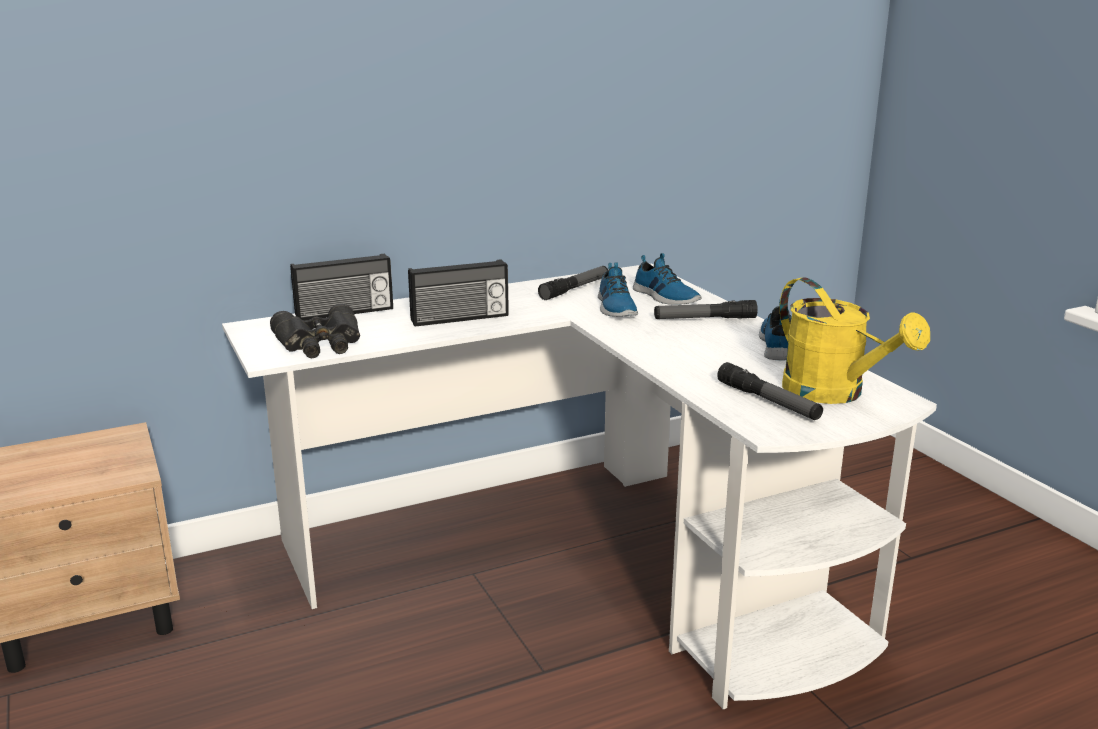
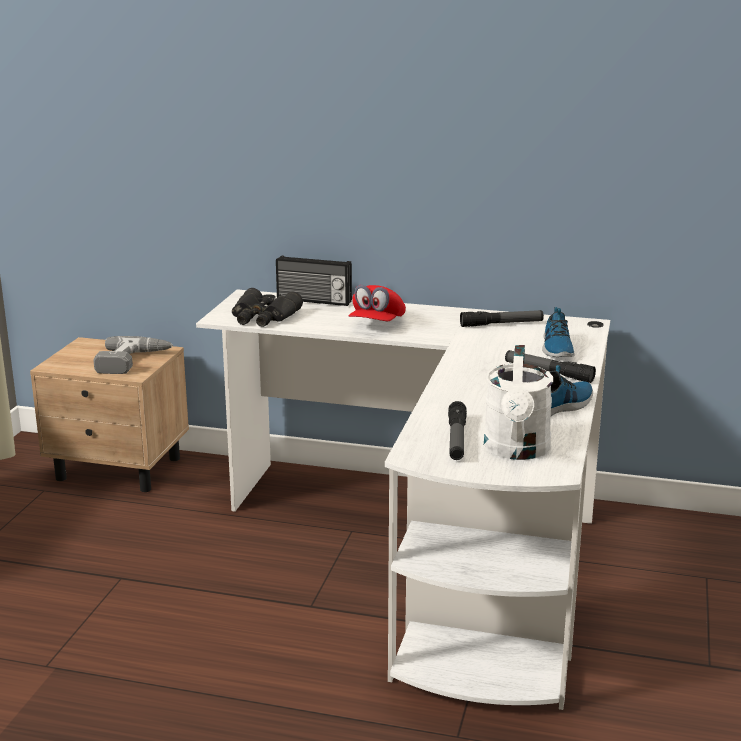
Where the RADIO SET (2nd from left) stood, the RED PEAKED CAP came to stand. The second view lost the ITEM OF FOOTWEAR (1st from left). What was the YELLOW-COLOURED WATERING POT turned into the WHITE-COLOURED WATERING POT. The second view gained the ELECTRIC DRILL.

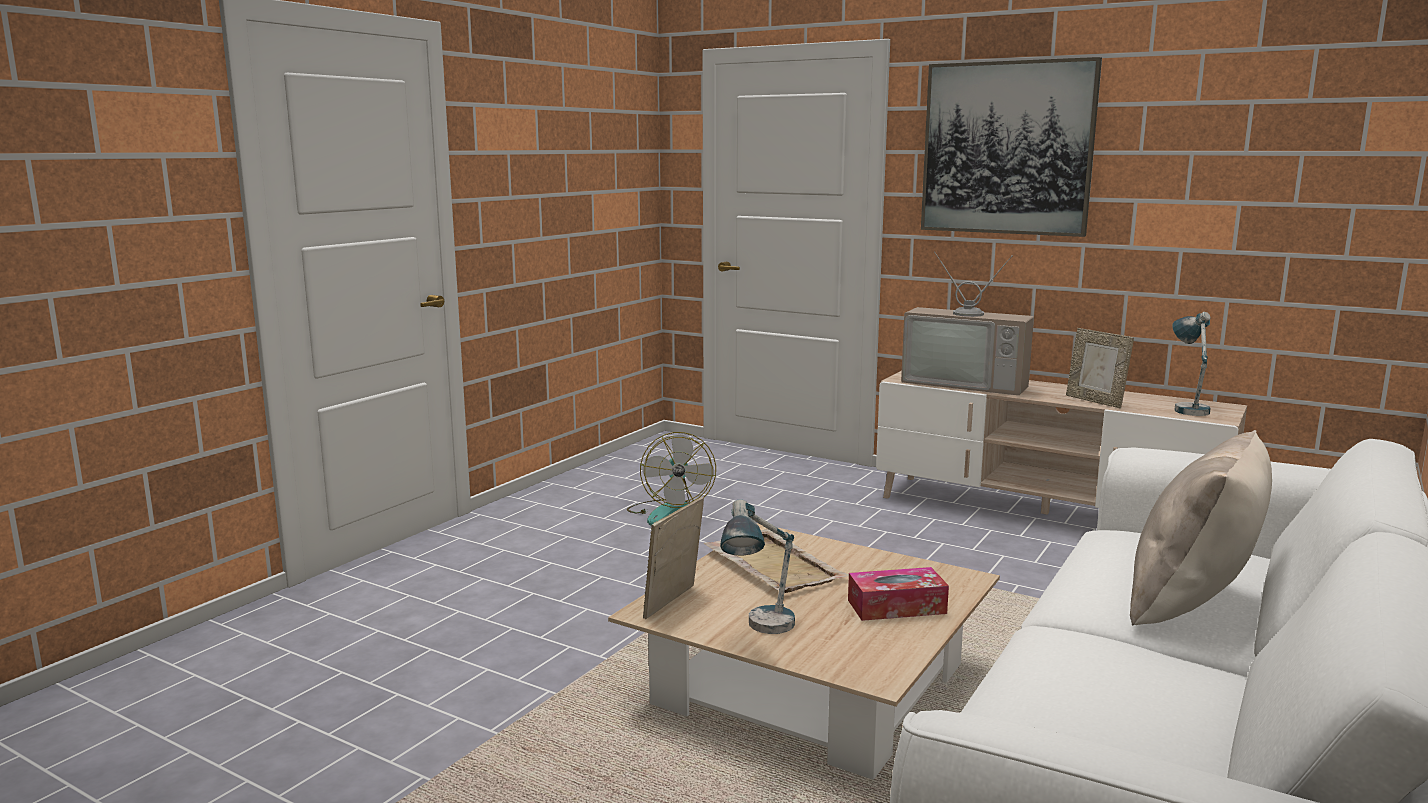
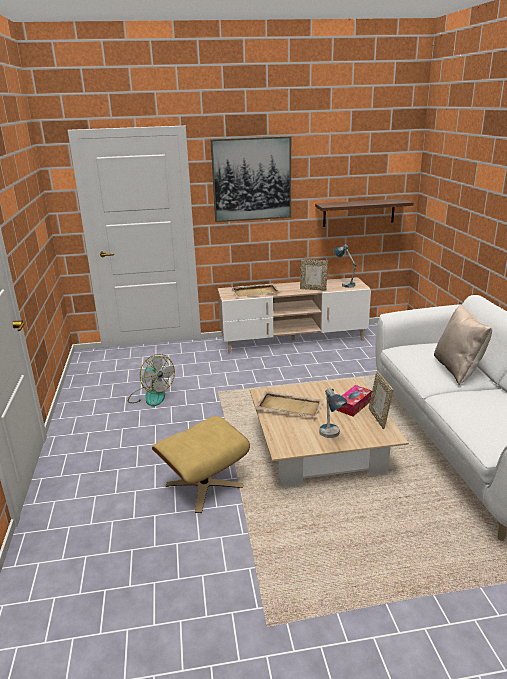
The STANDING FRAME (1st from left in the first image) ended up elsewhere. Where the TELEVISION stood, the BEIGE-COLOURED SERVING TRAY (1st from left) came to stand. The second view gained the BEIGE-COLOURED FOOTREST. The second view gained the WALL SHELF.

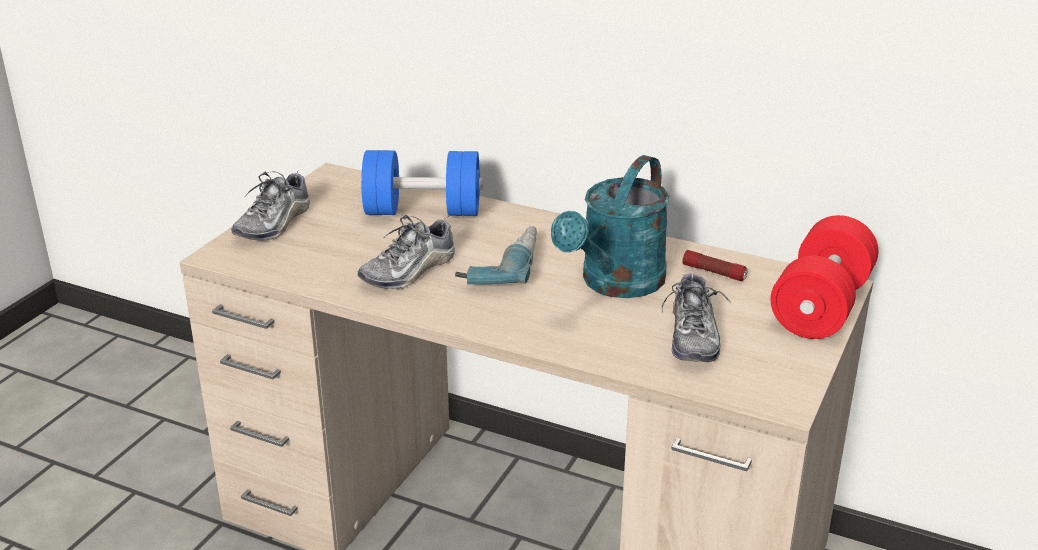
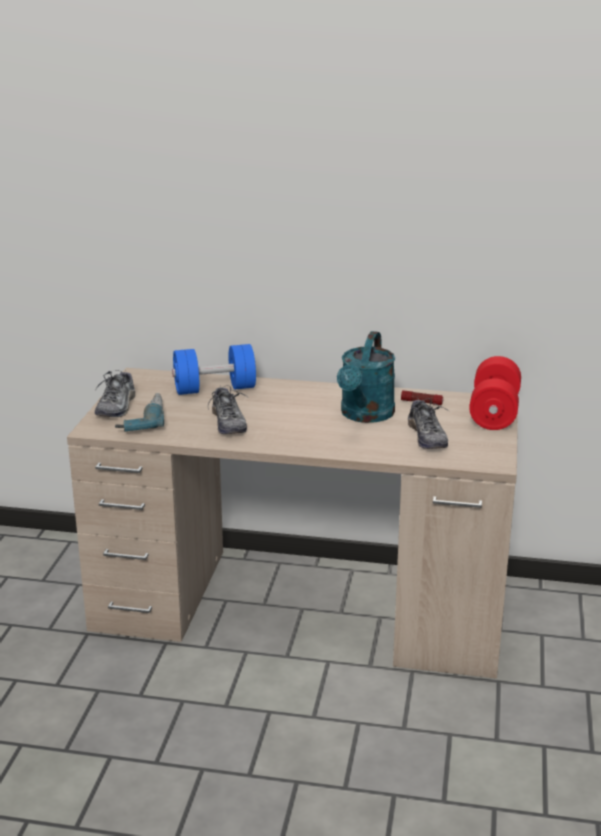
The ITEM OF FOOTWEAR (2nd from left) ended up facing another way, 45 degrees counterclockwise from before. The ELECTRIC DRILL ended up elsewhere.

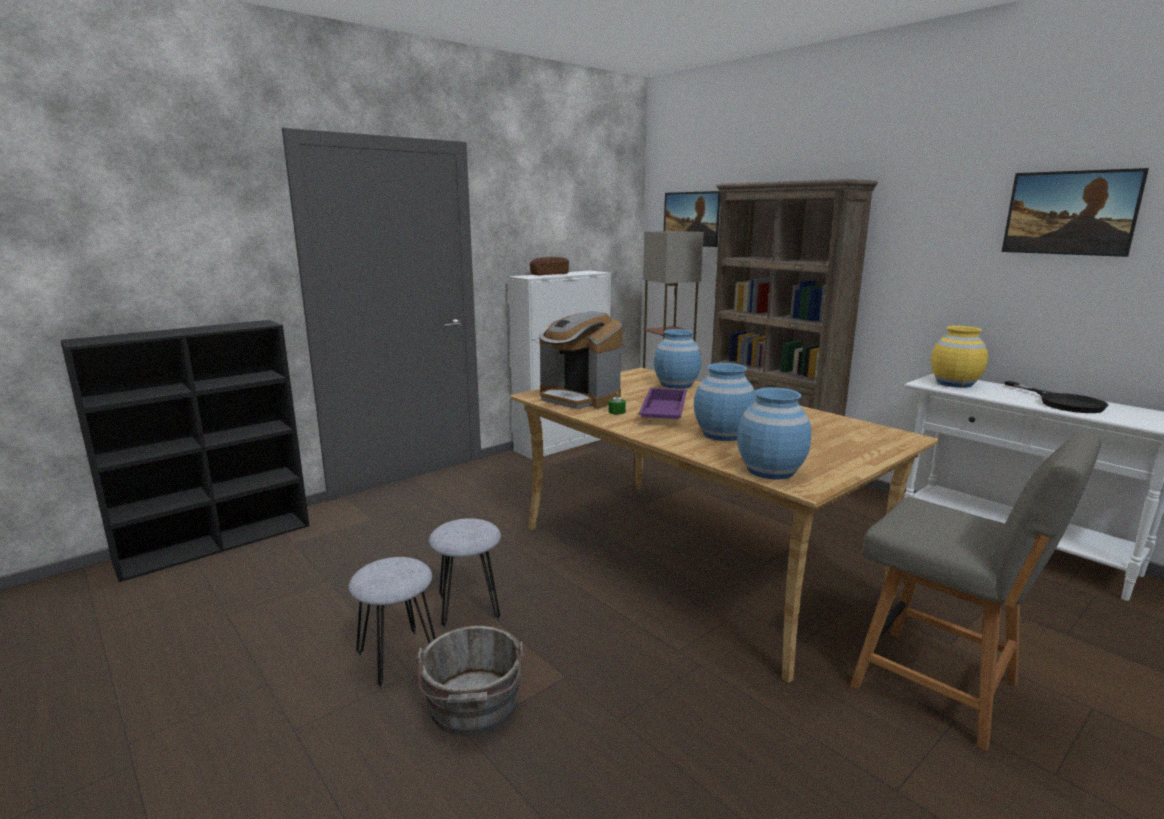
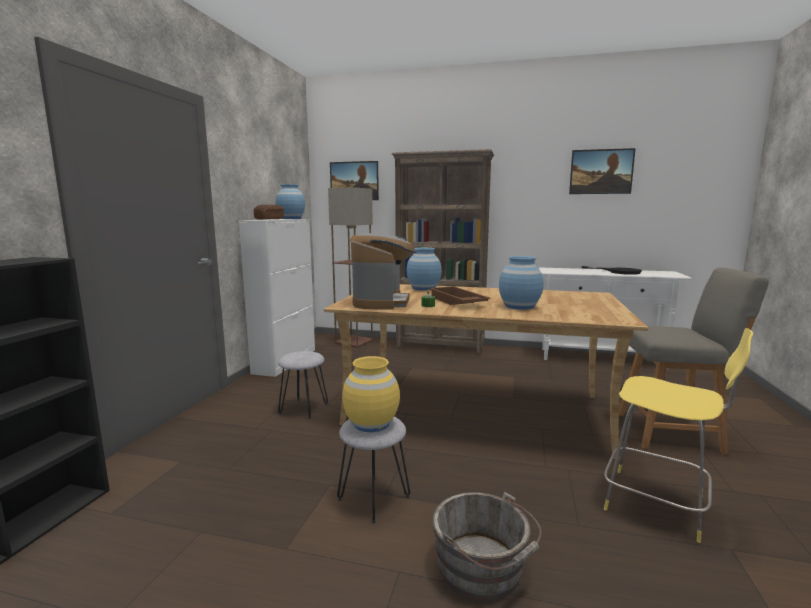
The GREYISH STOOL (1st from left) ended up elsewhere. The COFFEE MAKER ended up facing another way, 90 degrees counterclockwise from before. What was the PURPLE-COLOURED SERVING TRAY turned into the BROWN-COLOURED SERVING TRAY. The BLUE-COLOURED DECORATIVE VASE (3rd from left in the first image) ended up elsewhere. The YELLOW-COLOURED DECORATIVE VASE ended up elsewhere. The second view gained the YELLOW-COLOURED STOOL.

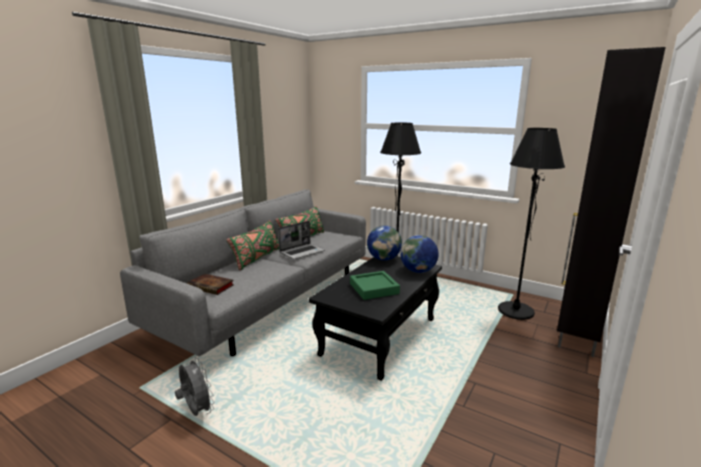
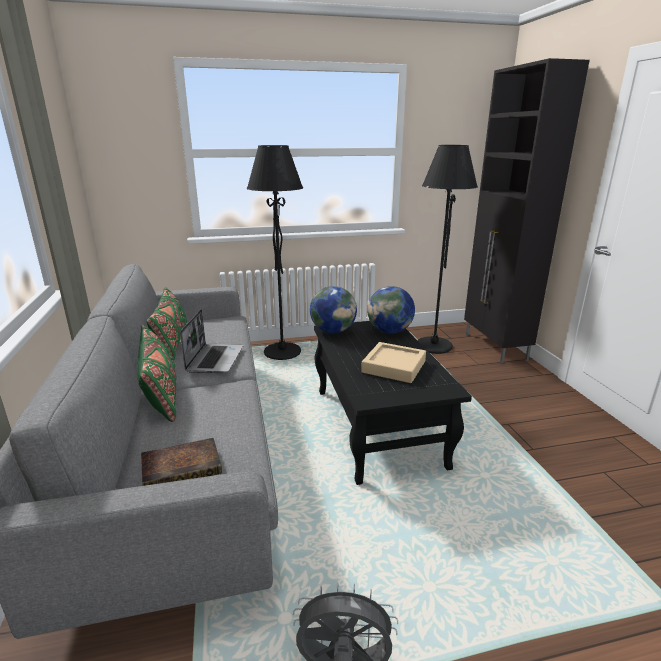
What was the GREENISH SERVING TRAY turned into the BEIGE-COLOURED SERVING TRAY.

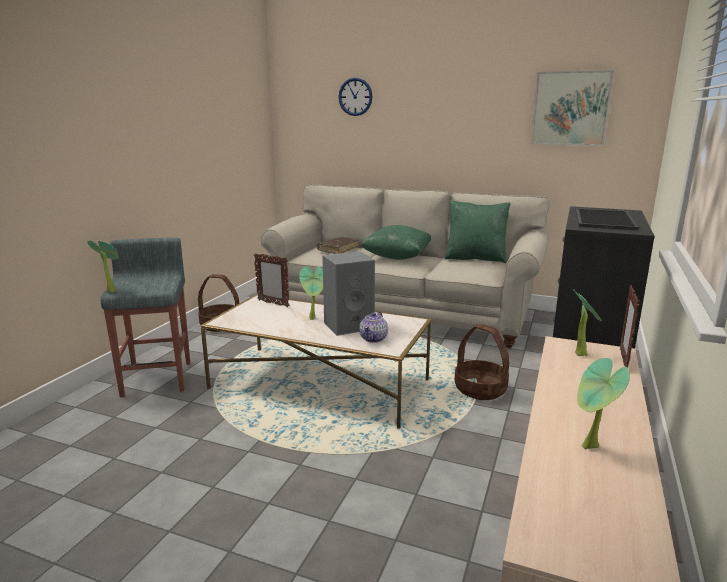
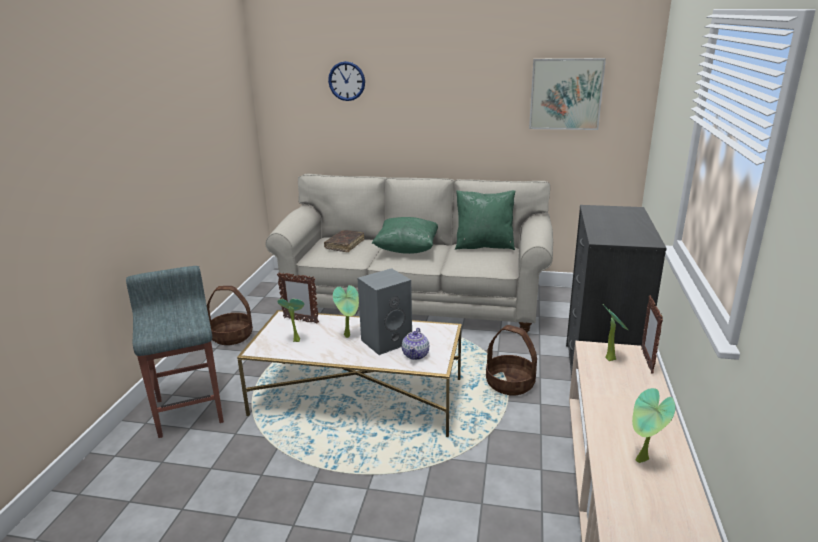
The POTTED PLANT (1st from left) ended up elsewhere. The second view lost the SERVING TRAY.

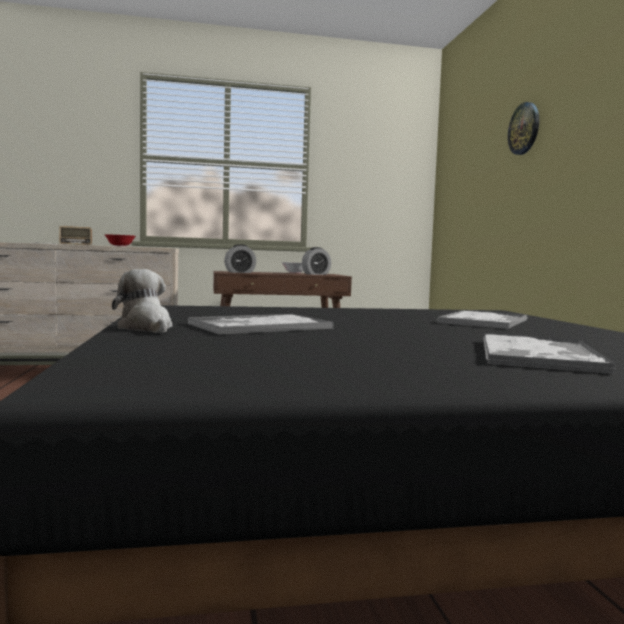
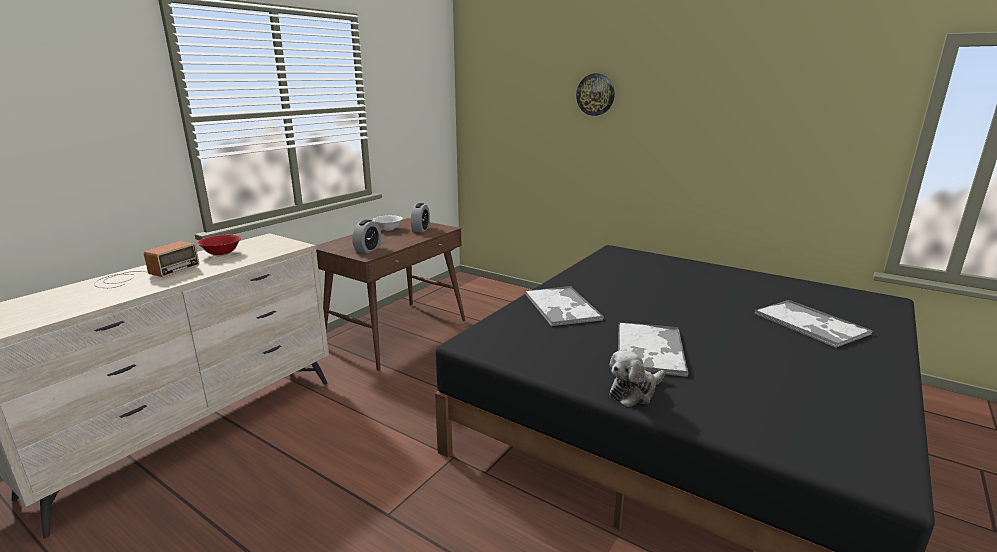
The PLUSH TOY ended up facing another way, 45 degrees counterclockwise from before. The SERVING TRAY (2nd from left in the first image) ended up elsewhere.

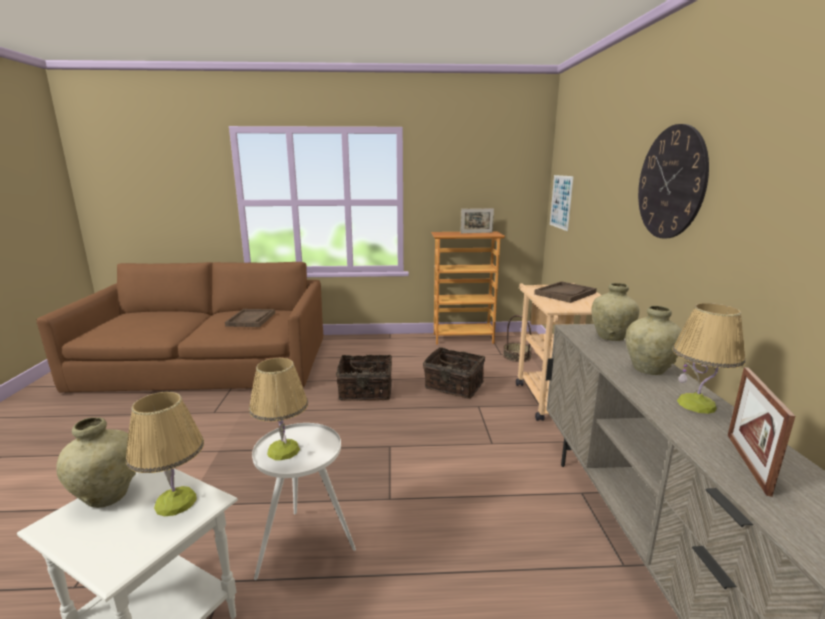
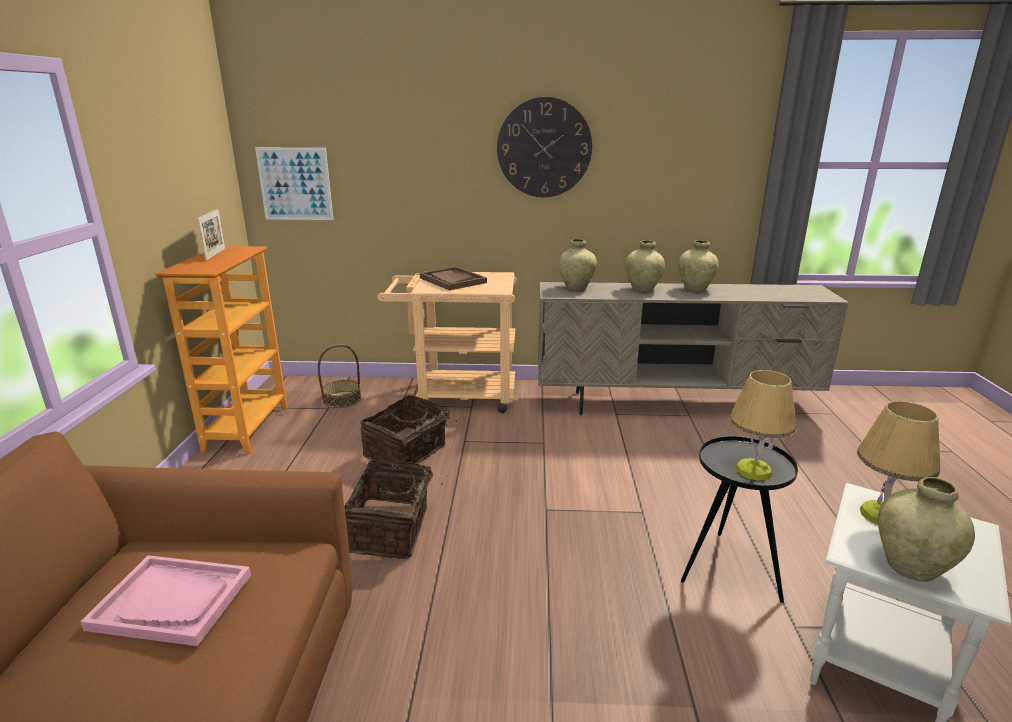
What was the BROWN-COLOURED SERVING TRAY (1st from left) turned into the PINK-COLOURED SERVING TRAY. What was the WHITE-COLOURED END TABLE (2nd from left) turned into the BLACK END TABLE. Where the LAMP FOR A TABLE (3rd from left) stood, the BEIGE-COLOURED DECORATIVE VASE (3rd from left) came to stand. The second view lost the STANDING FRAME (2nd from left).

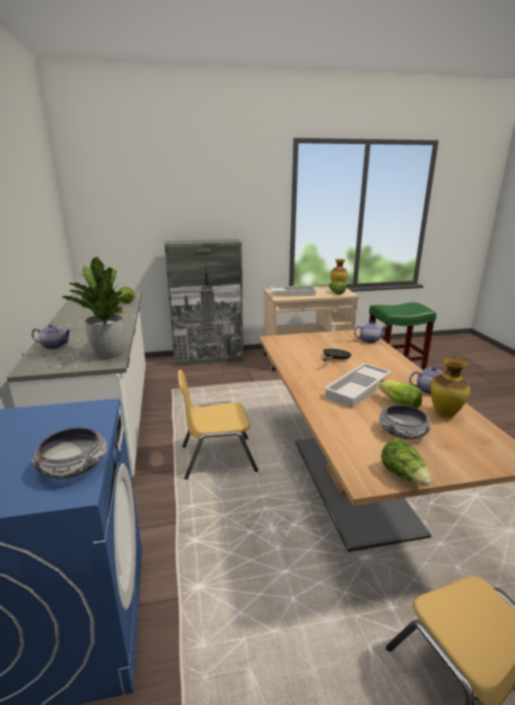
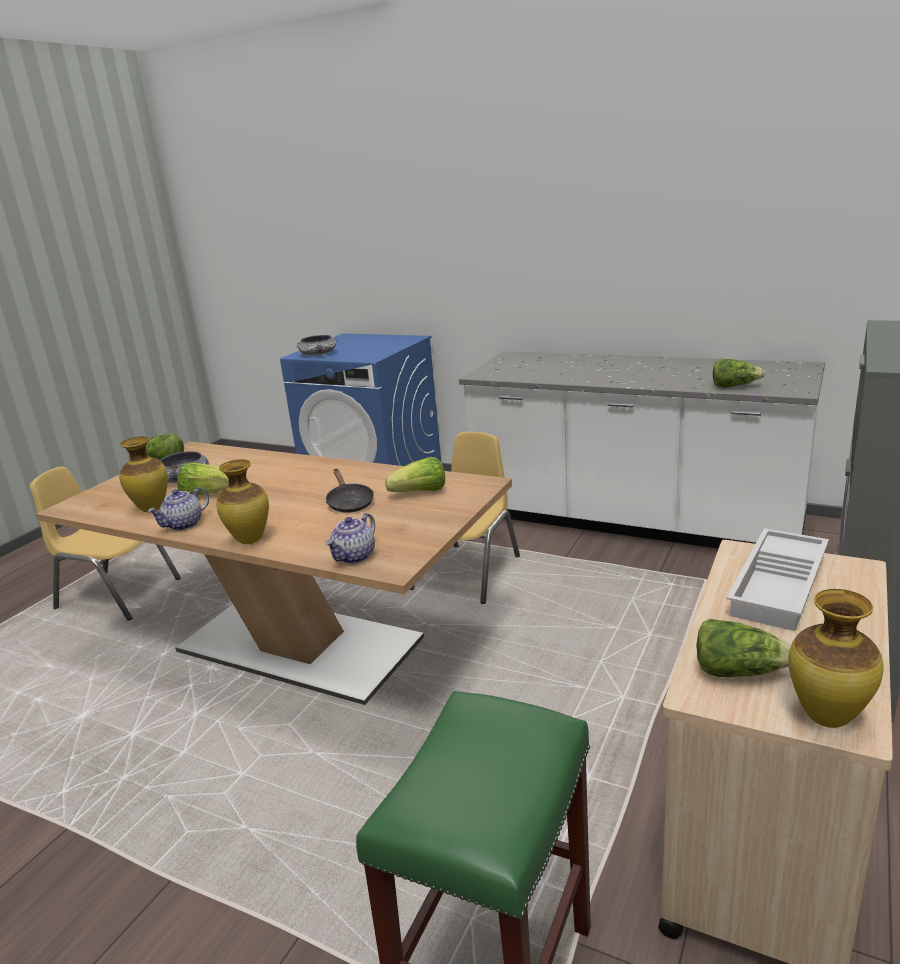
The second view lost the TEAPOT (1st from left). The second view lost the POTTED PLANT. The second view lost the WHITE-COLOURED SERVING TRAY (2nd from left). The second view gained the DECORATIVE VASE (2nd from left). The second view gained the HEAD OF LETTUCE (3rd from left).

